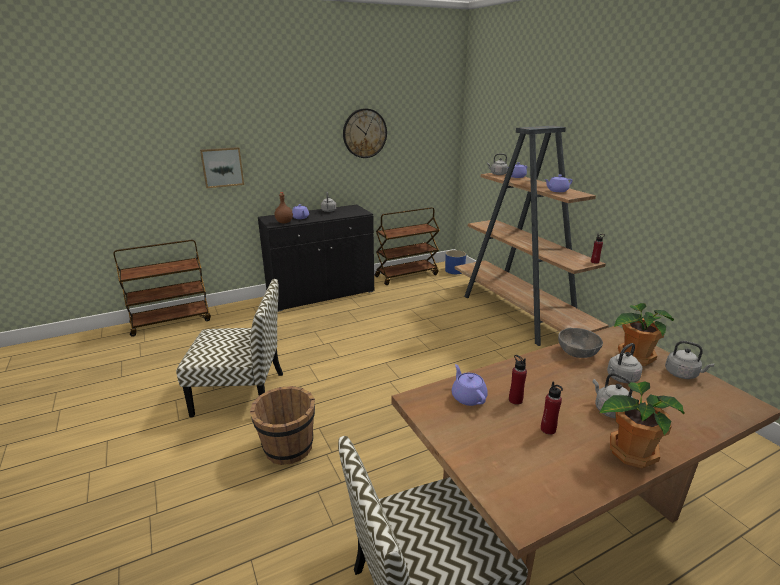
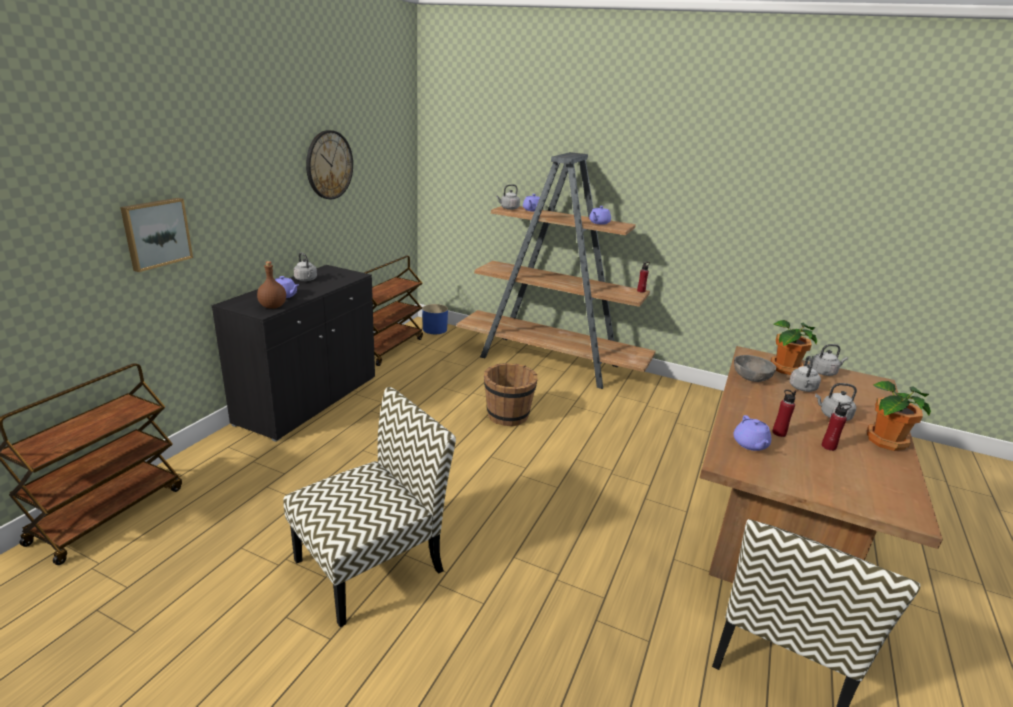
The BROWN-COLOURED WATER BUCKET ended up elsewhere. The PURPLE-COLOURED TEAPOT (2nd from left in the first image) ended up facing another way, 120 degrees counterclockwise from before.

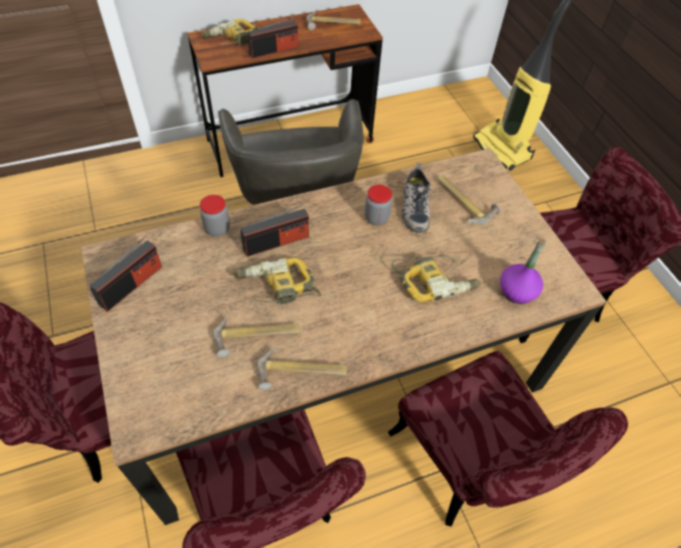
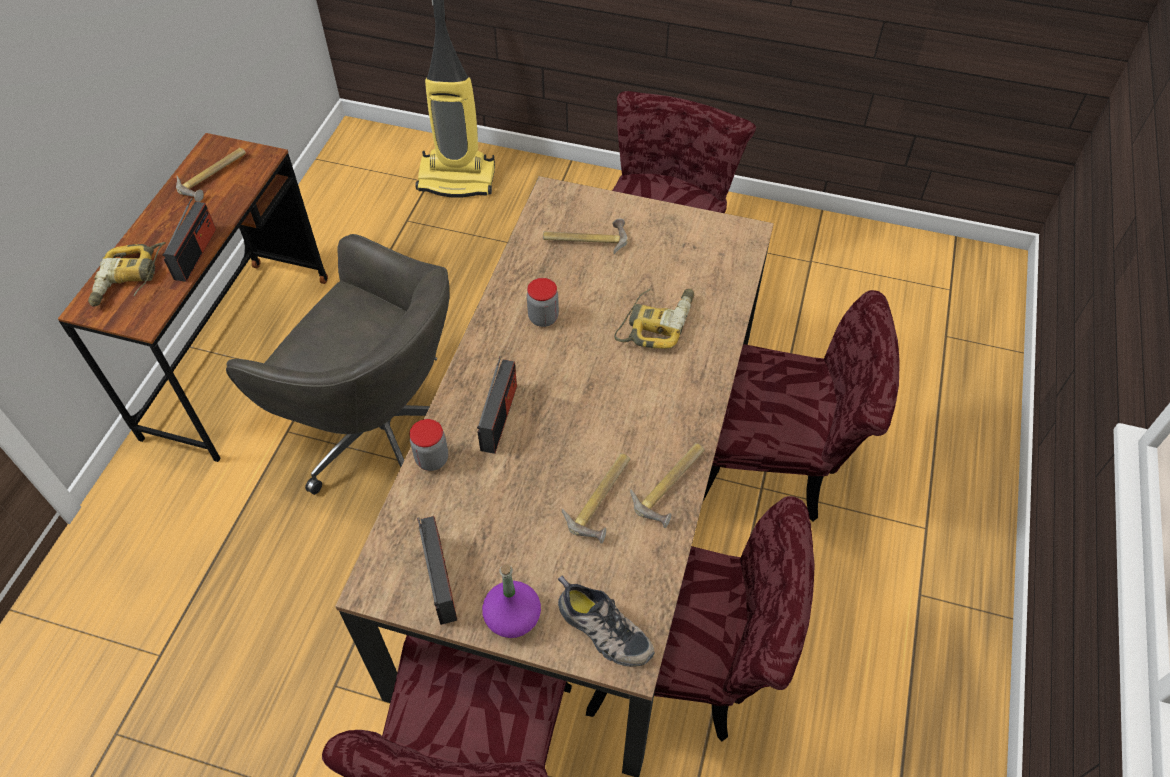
The second view lost the ELECTRIC DRILL (2nd from left). The ITEM OF FOOTWEAR ended up elsewhere. The PURPLE-COLOURED DRINK BOTTLE ended up elsewhere.

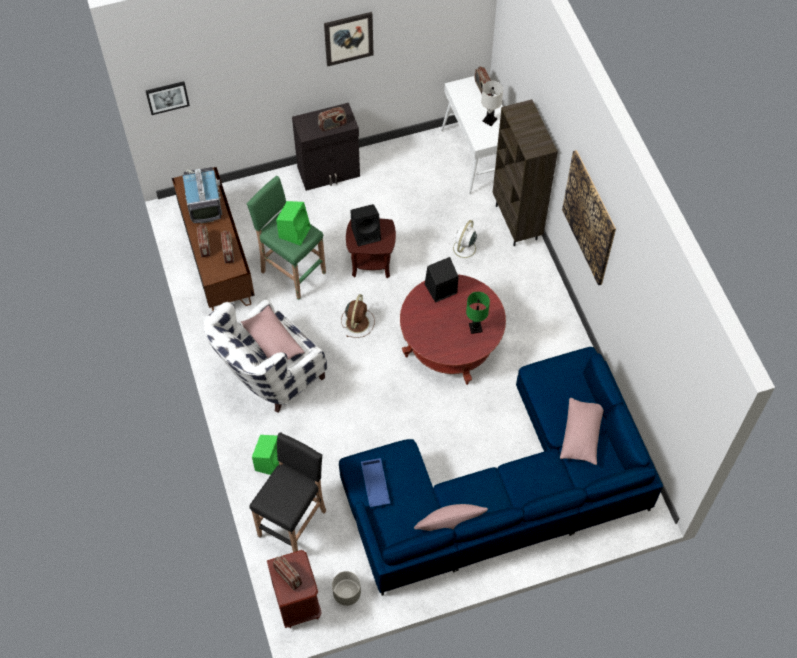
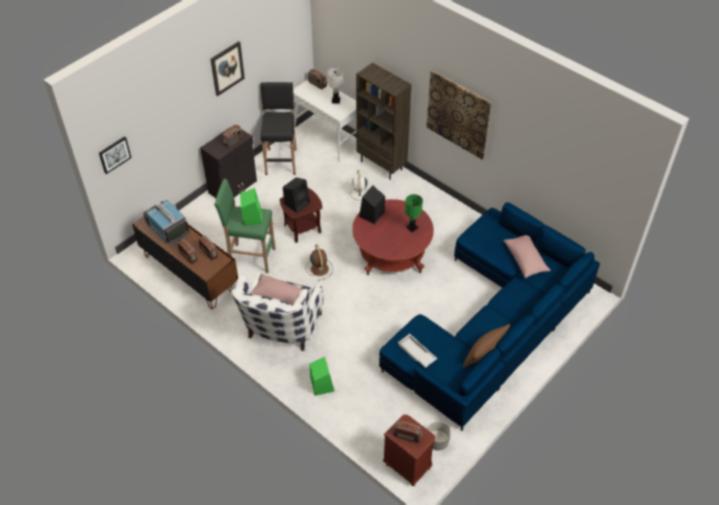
The BLACK STOOL ended up elsewhere. What was the BLUE-COLOURED SERVING TRAY turned into the WHITE-COLOURED SERVING TRAY. What was the PINK-COLOURED PILLOW (2nd from left) turned into the BROWN-COLOURED PILLOW.

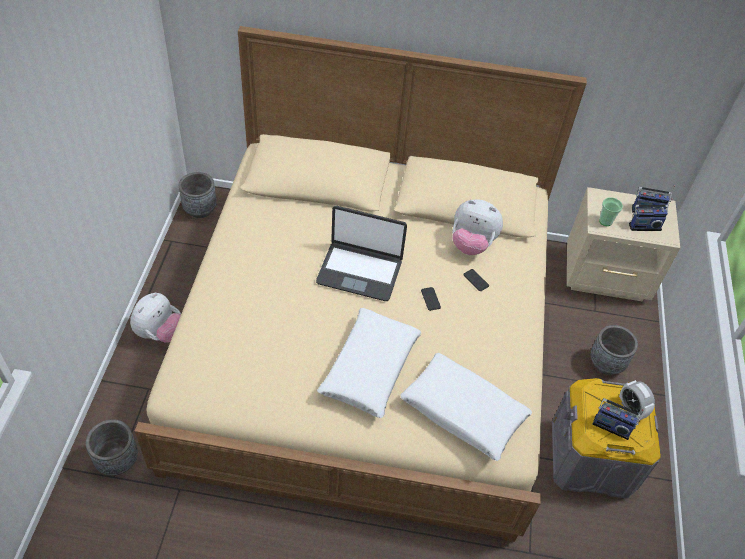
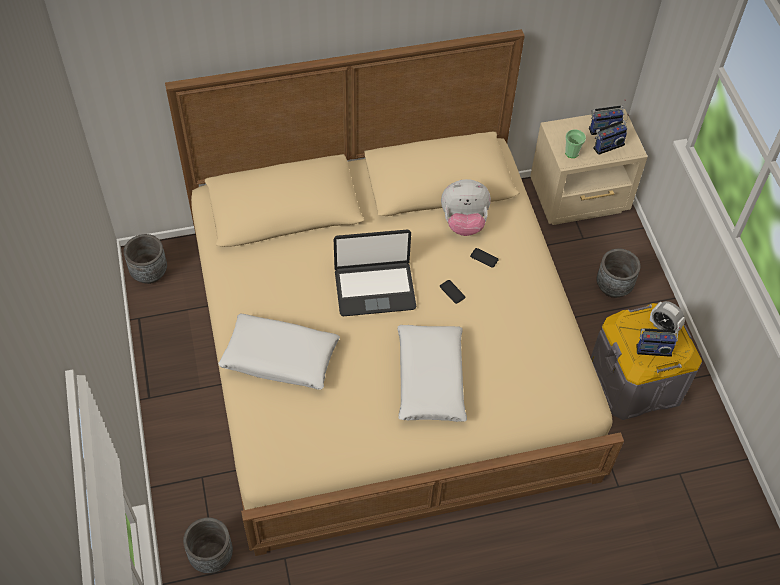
The second view lost the PLUSH TOY (1st from left). The WHITE-COLOURED PILLOW (2nd from left in the first image) ended up elsewhere.

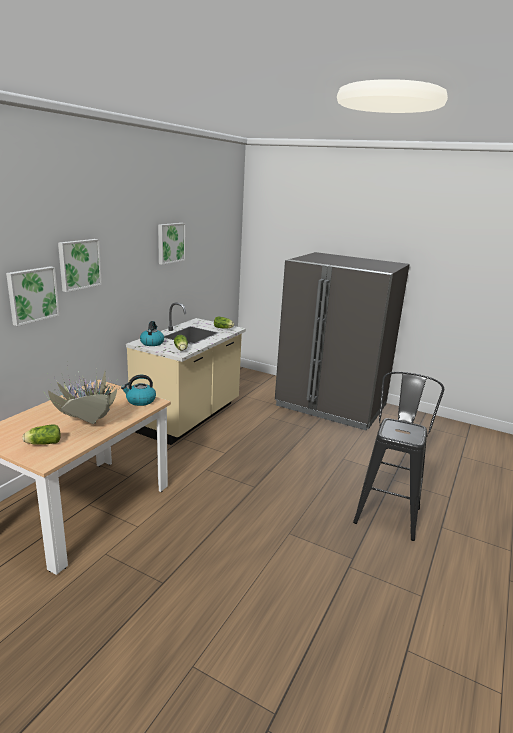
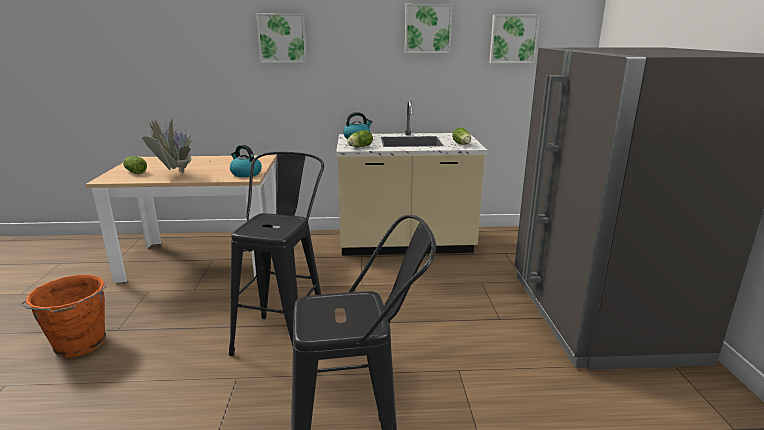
The WALL ART (1st from left in the first image) ended up elsewhere. The second view gained the ORANGEY WATER BUCKET. The second view gained the BLACK STOOL (1st from left).

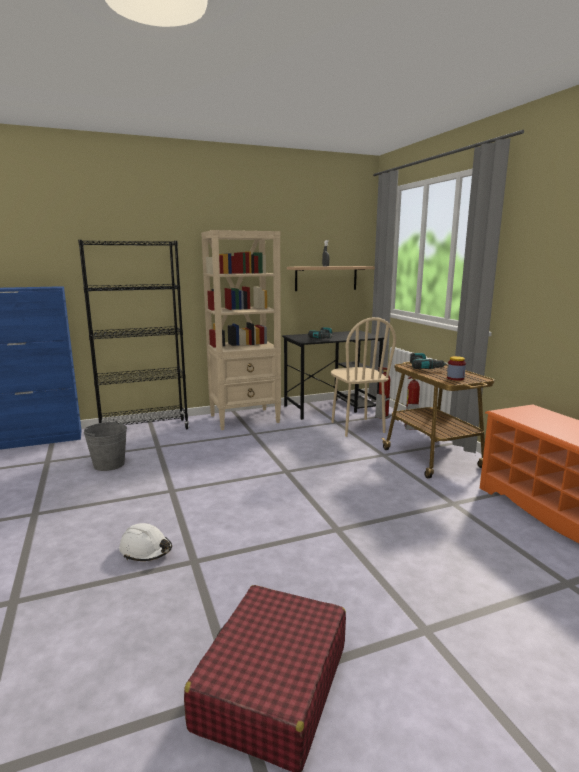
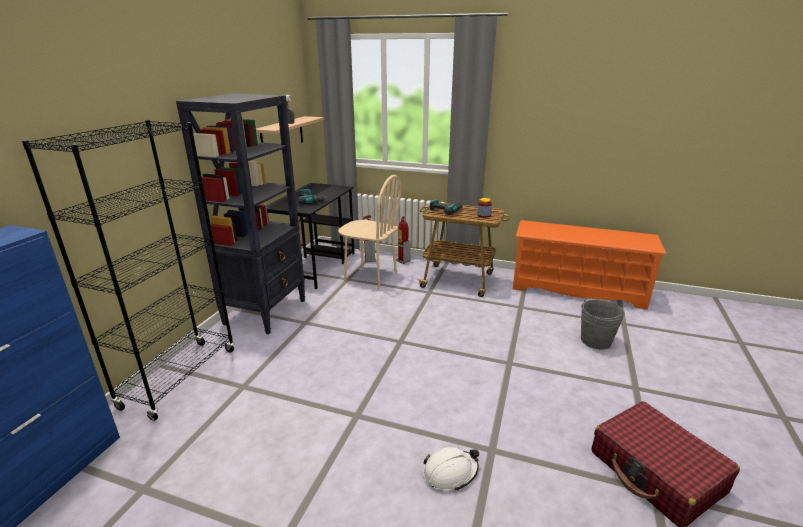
The GREYISH WATER BUCKET ended up elsewhere. What was the BEIGE-COLOURED BOOKCASE turned into the BLACK BOOKCASE (2nd from left).

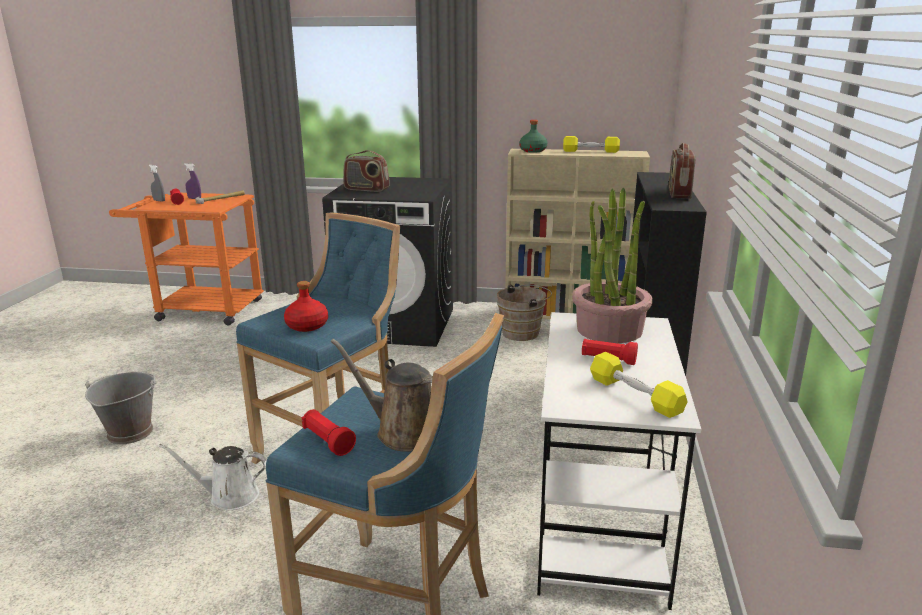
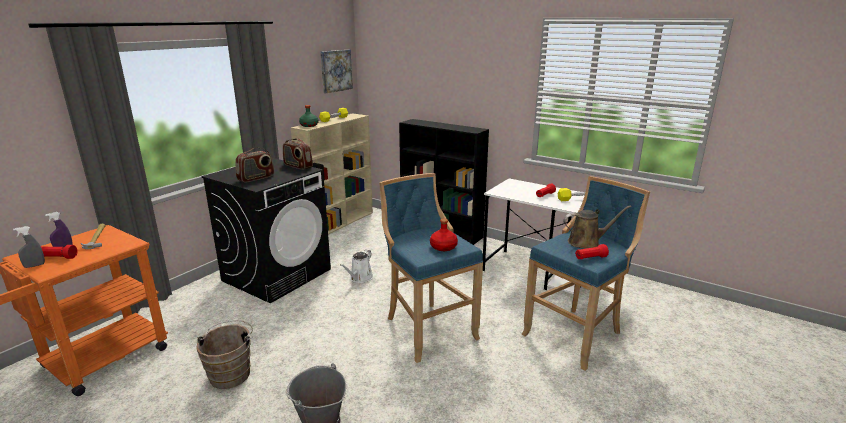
The WHITE-COLOURED WATERING POT ended up elsewhere. The BROWN-COLOURED WATERING POT ended up facing another way, 150 degrees counterclockwise from before. The BROWN-COLOURED WATER BUCKET ended up elsewhere. The second view lost the POTTED PLANT. The RADIO SET (2nd from left) ended up elsewhere. The second view gained the WALL ART.

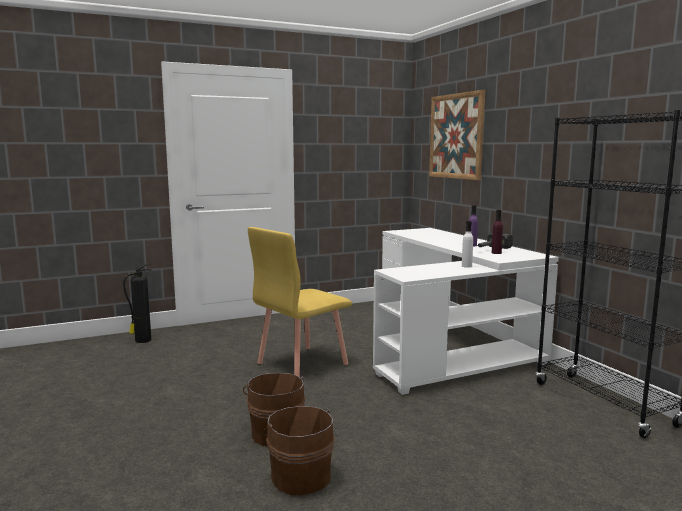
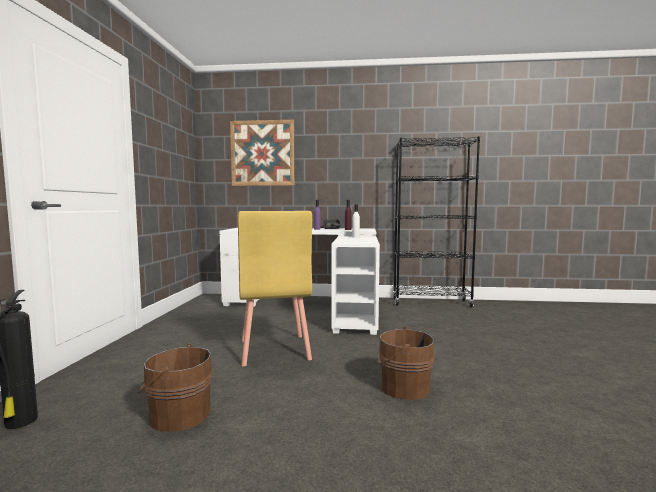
The BROWN-COLOURED WATER BUCKET (2nd from left in the first image) ended up elsewhere.

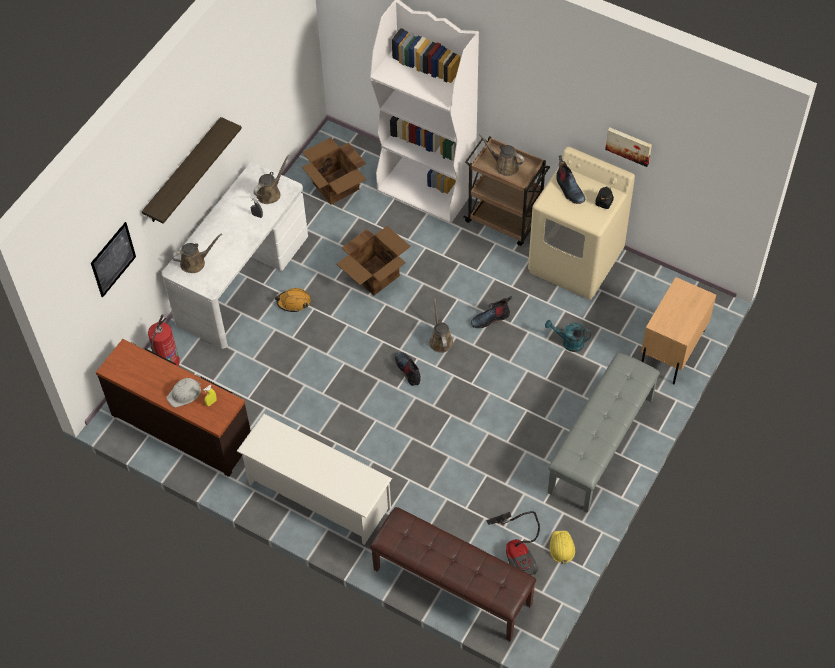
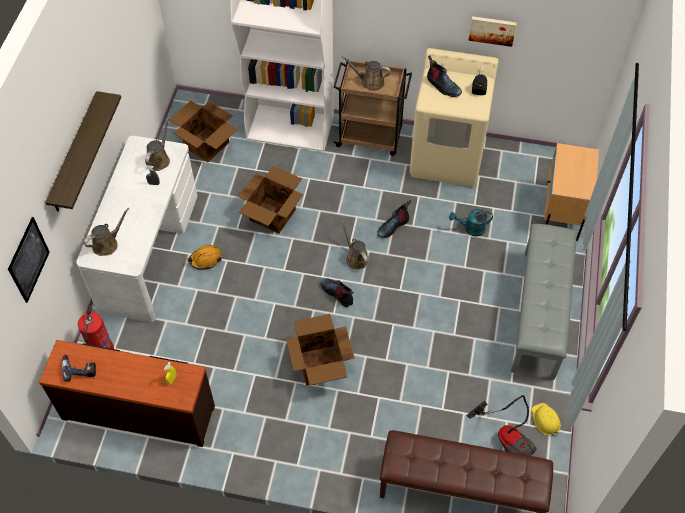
The second view lost the WHITE-COLOURED SAFETY HELMET. The second view lost the WHITE-COLOURED SHOE STAND. The second view gained the ELECTRIC DRILL. The second view gained the PACKING BOX (3rd from left).

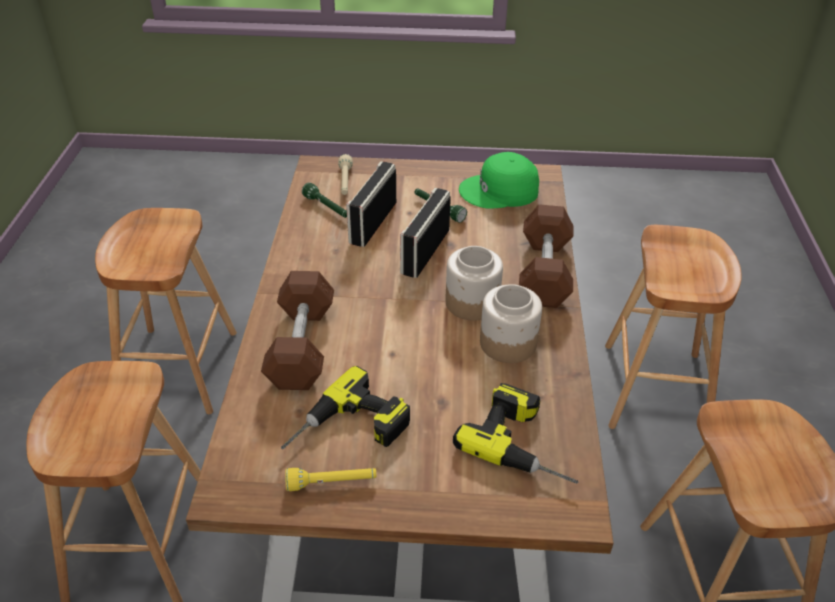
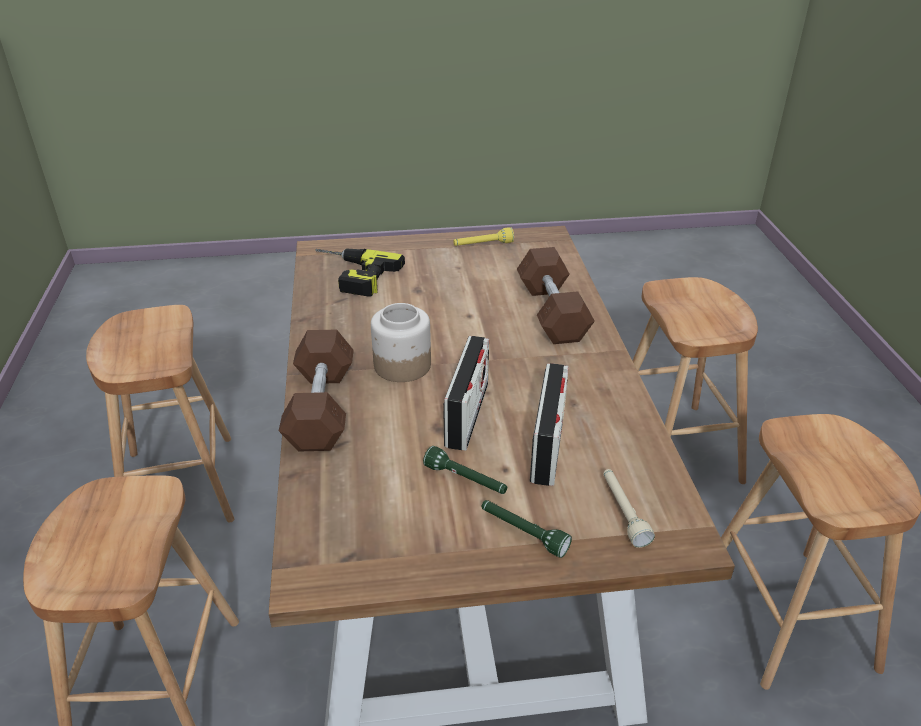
The second view lost the ELECTRIC DRILL (1st from left). The GREENISH TORCH (1st from left in the first image) ended up elsewhere. The second view lost the GREENISH PEAKED CAP. The second view lost the JAR (2nd from left).

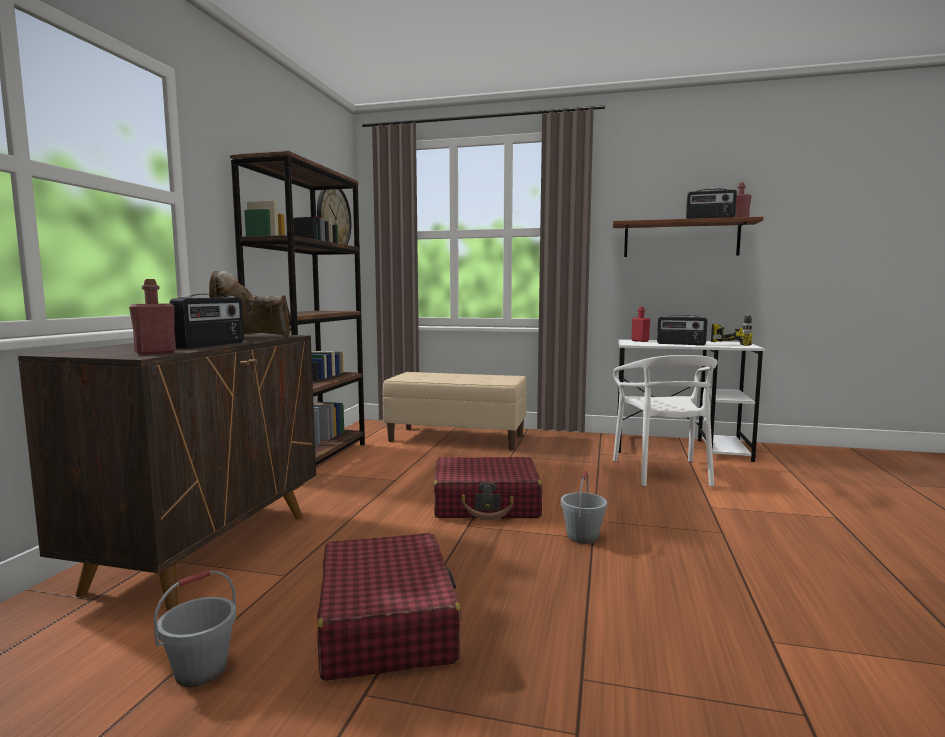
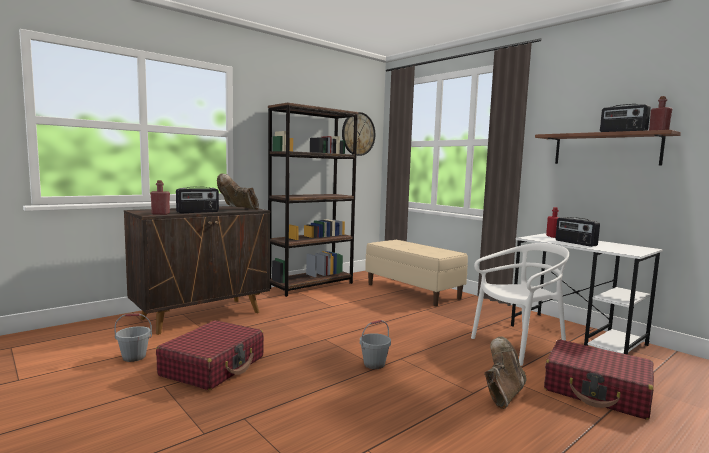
The RED TRAVEL CASE (2nd from left) ended up elsewhere. The WHITE-COLOURED CHAIR ended up facing another way, 150 degrees counterclockwise from before. The second view lost the ELECTRIC DRILL. The second view gained the BROWN-COLOURED HIGH-TOP BOOT (2nd from left).

